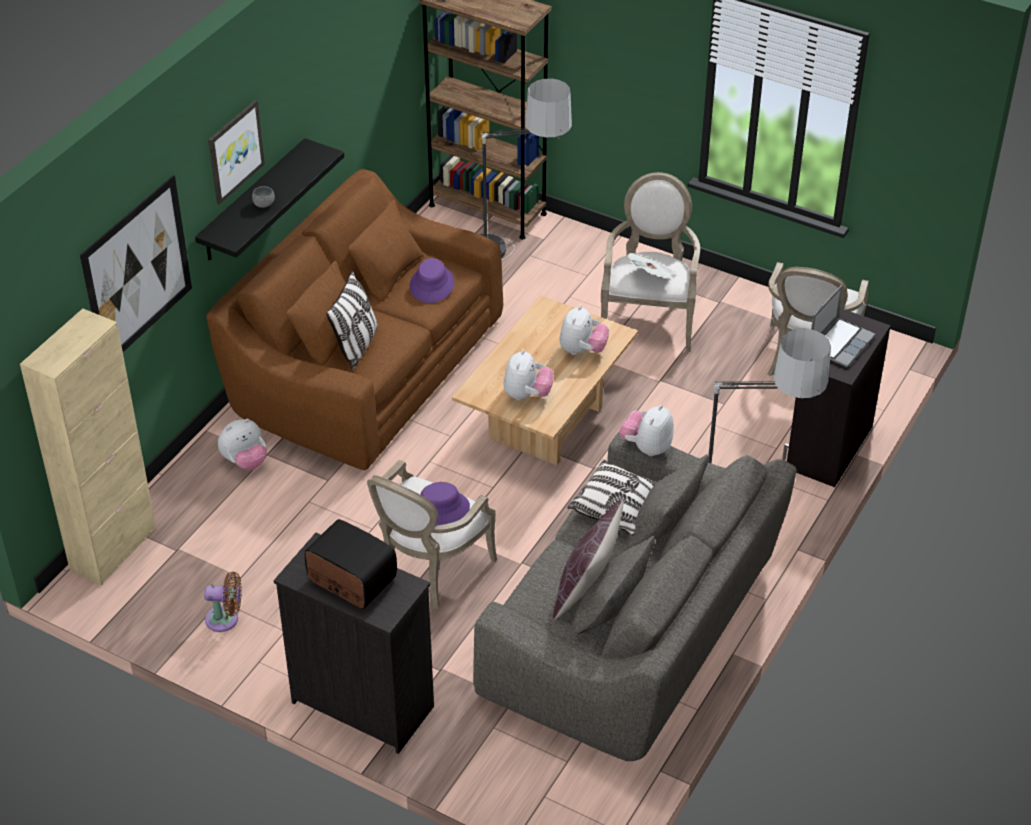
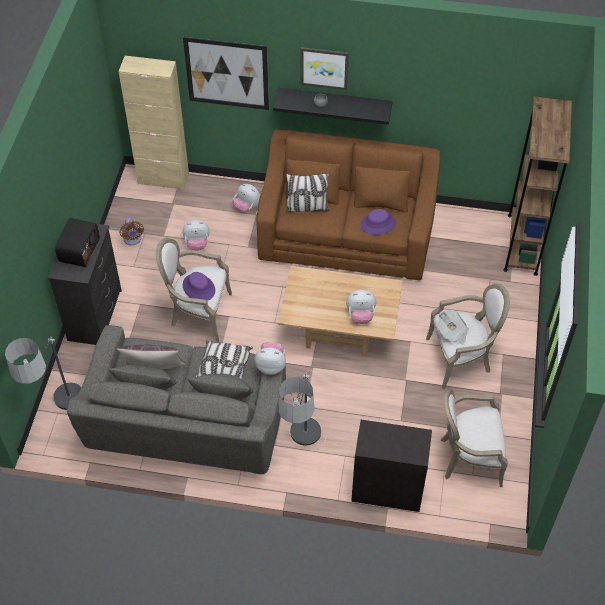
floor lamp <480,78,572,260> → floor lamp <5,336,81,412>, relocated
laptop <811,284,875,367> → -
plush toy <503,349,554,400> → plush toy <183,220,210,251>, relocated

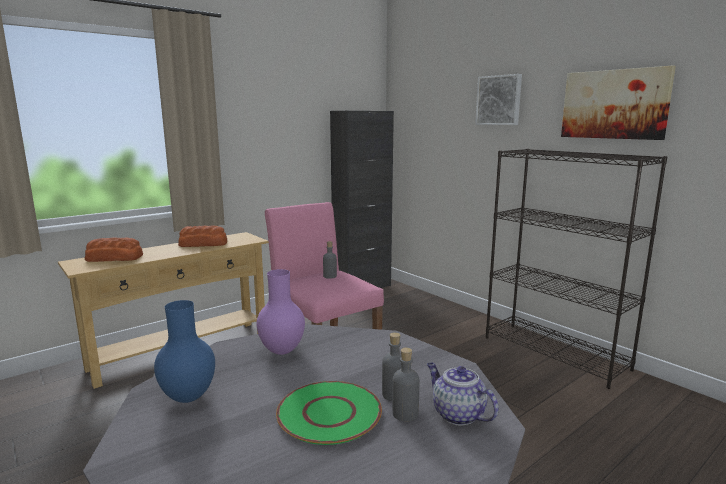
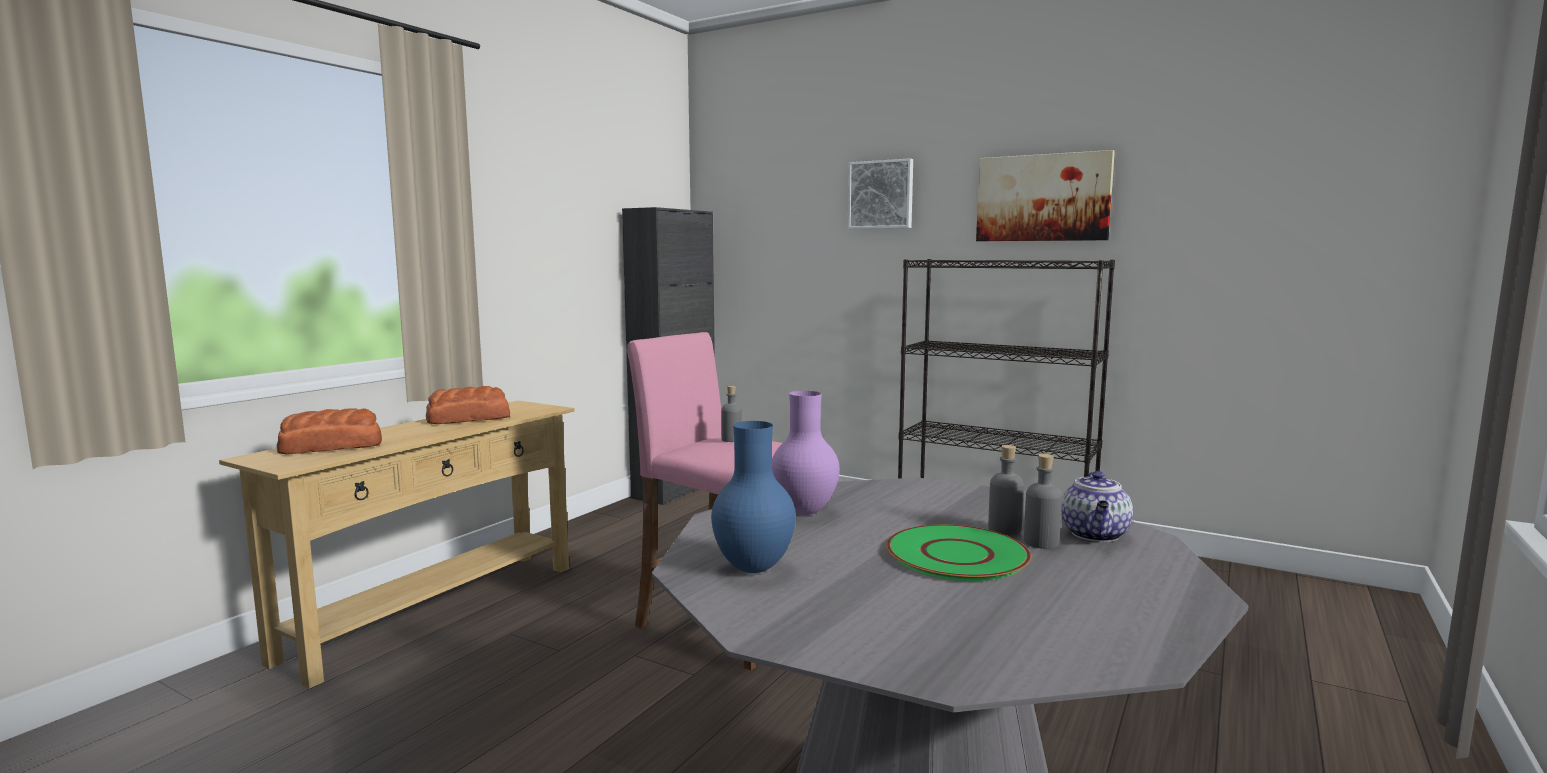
teapot <427,363,499,426> → teapot <1061,471,1133,542>, 105 degrees counterclockwise

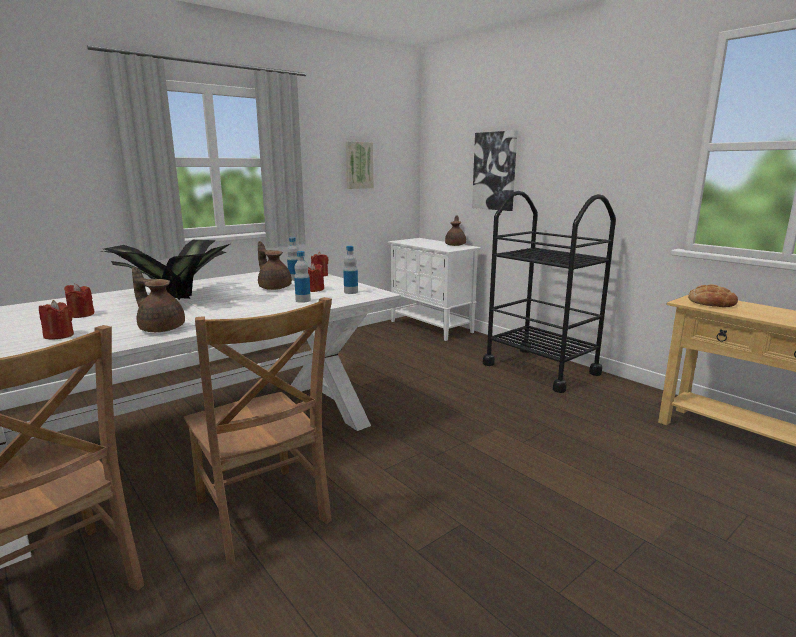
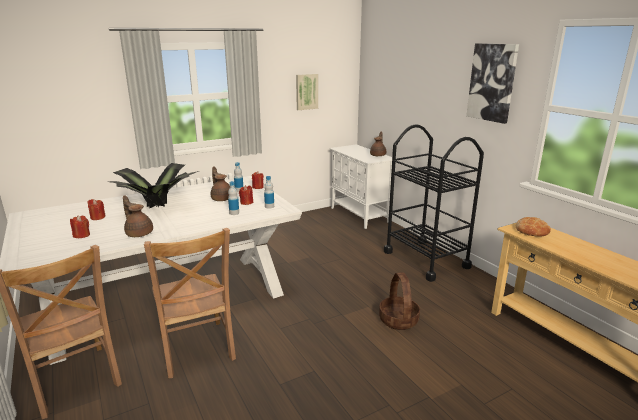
picture <472,130,518,211> → picture <466,43,519,124>, relocated
- → basket <379,272,420,330>

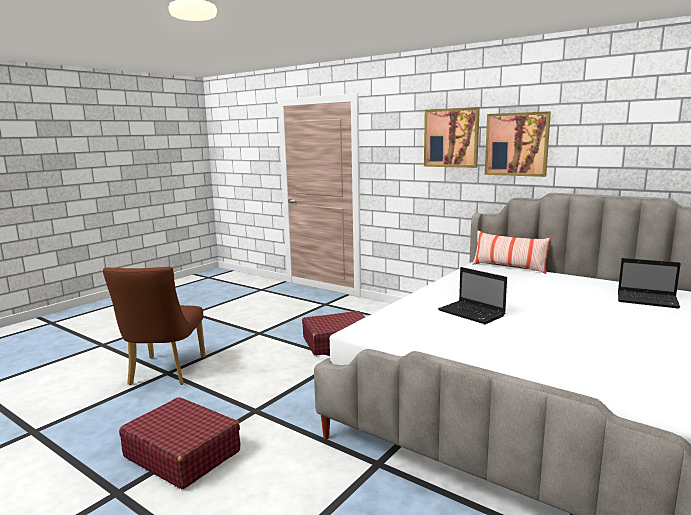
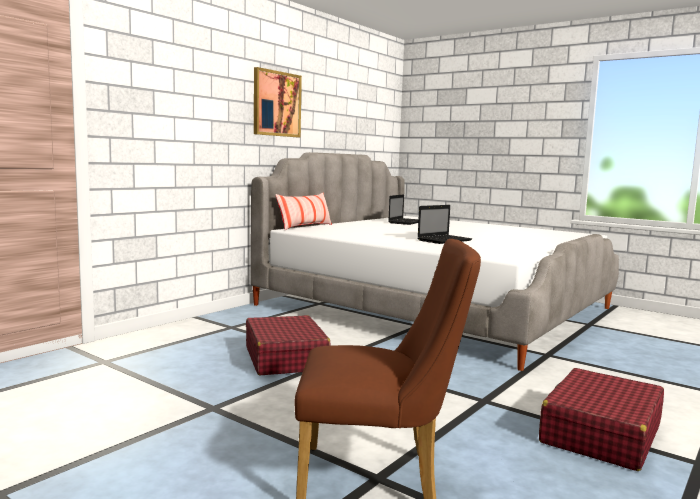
picture <424,107,480,168> → -

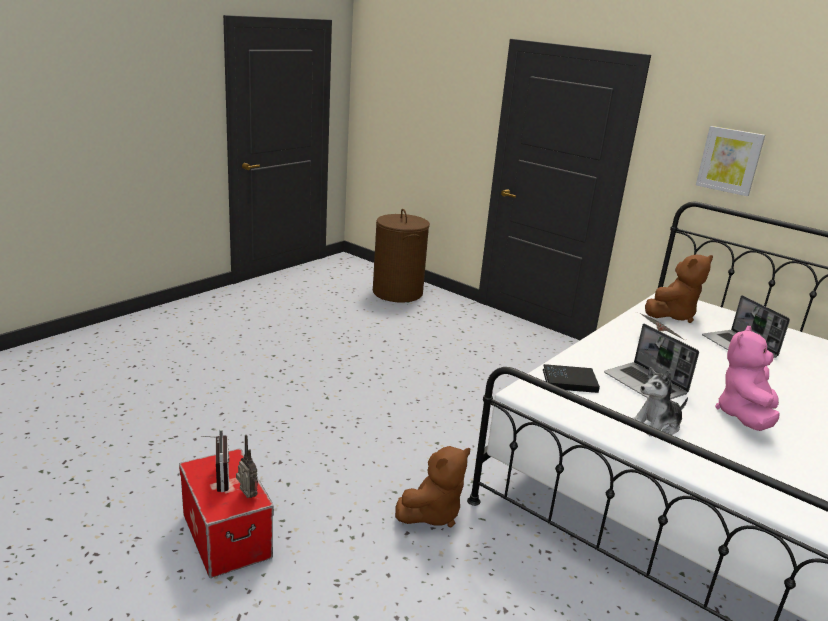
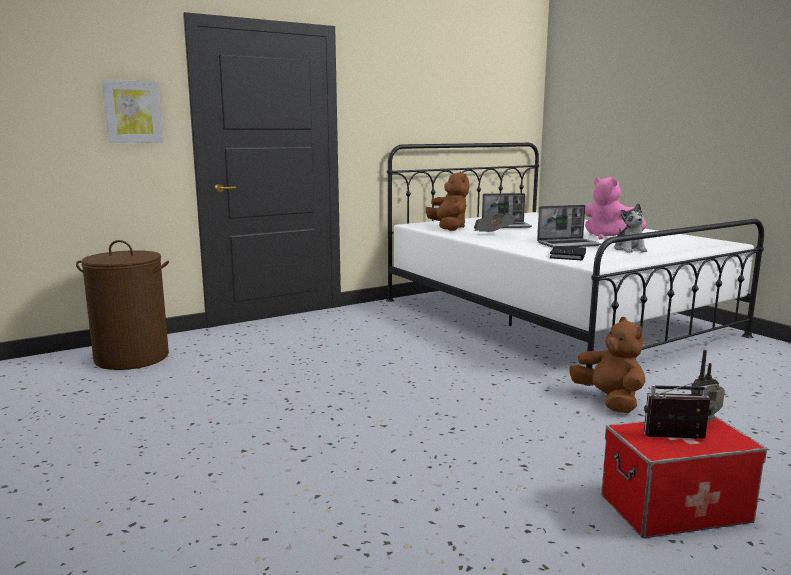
picture <696,126,765,196> → picture <102,80,163,143>, relocated

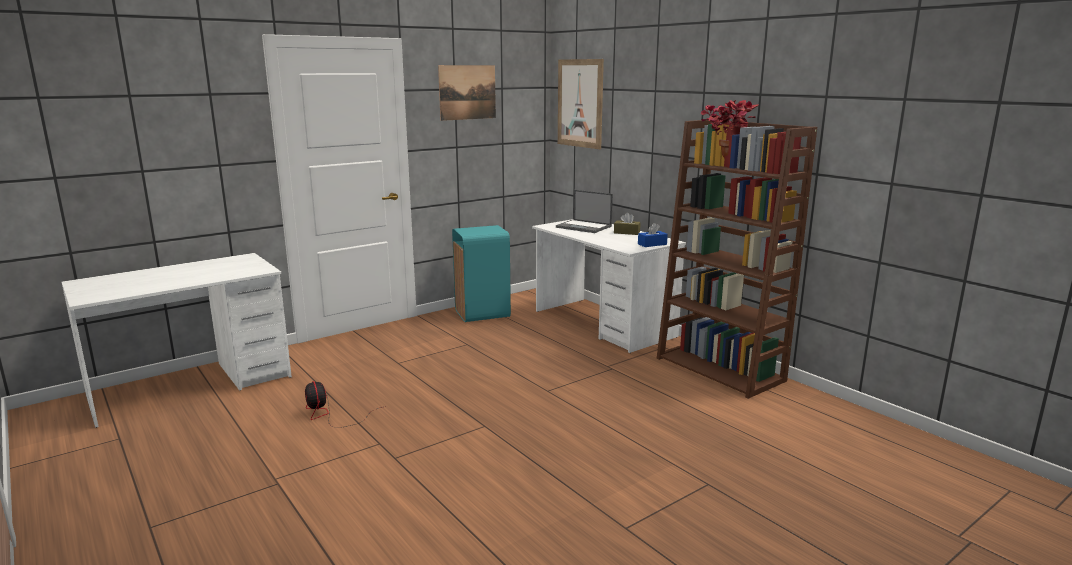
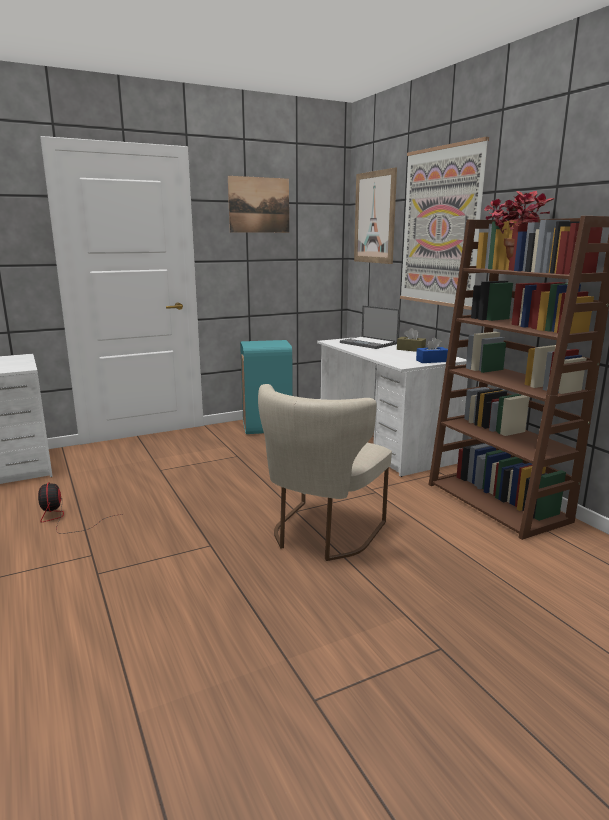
- → picture <400,137,489,310>
- → chair in beige <258,384,392,561>

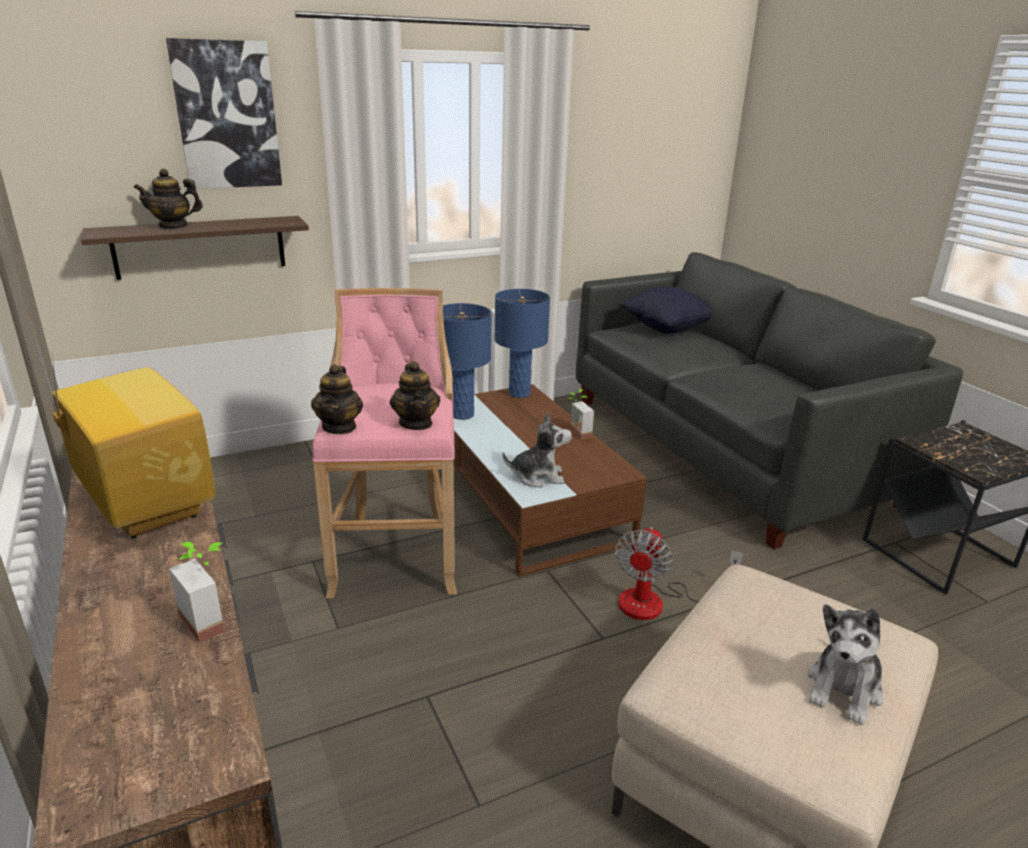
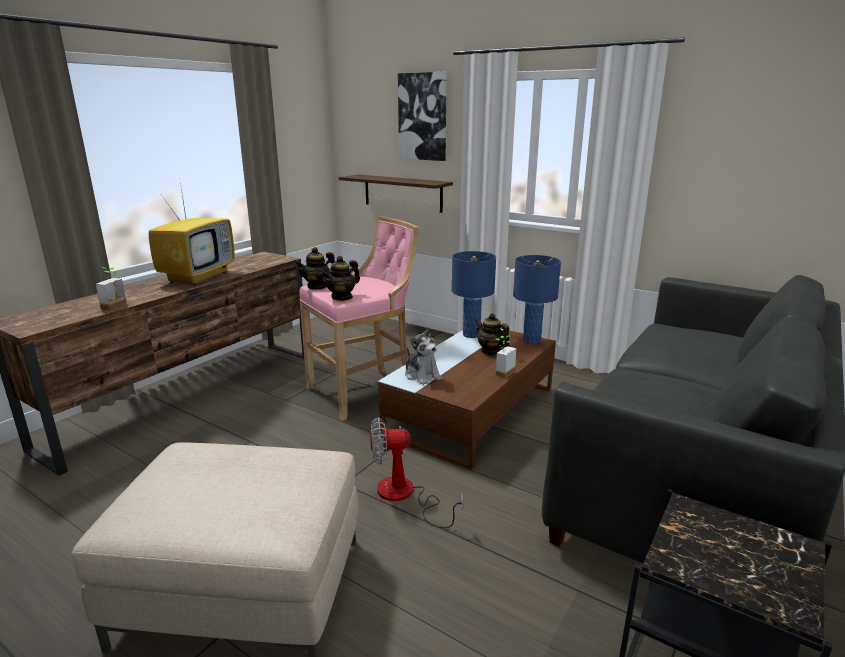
teapot <134,169,203,229> → teapot <475,313,510,355>, relocated
pillow in black <619,286,713,333> → -
plush toy <808,604,883,725> → -

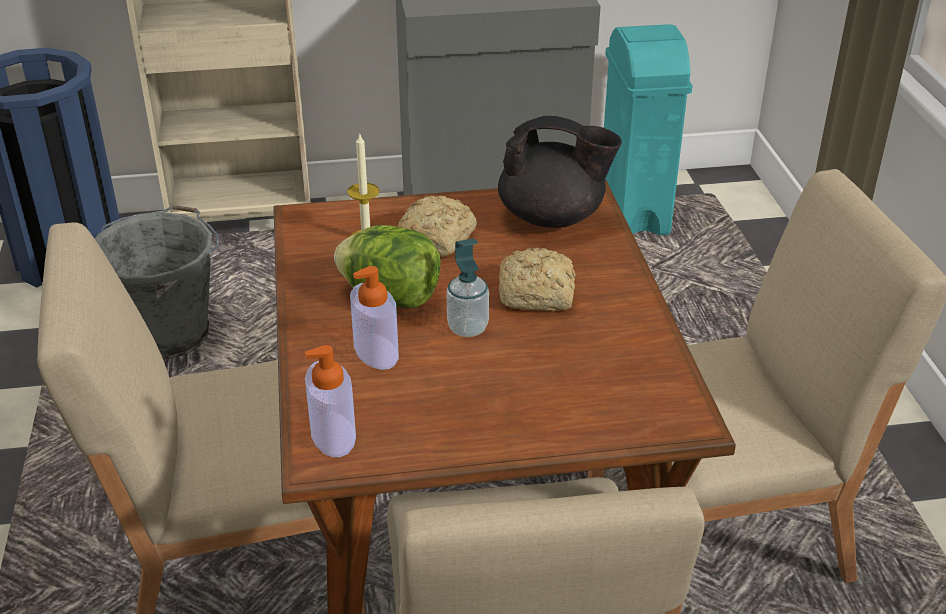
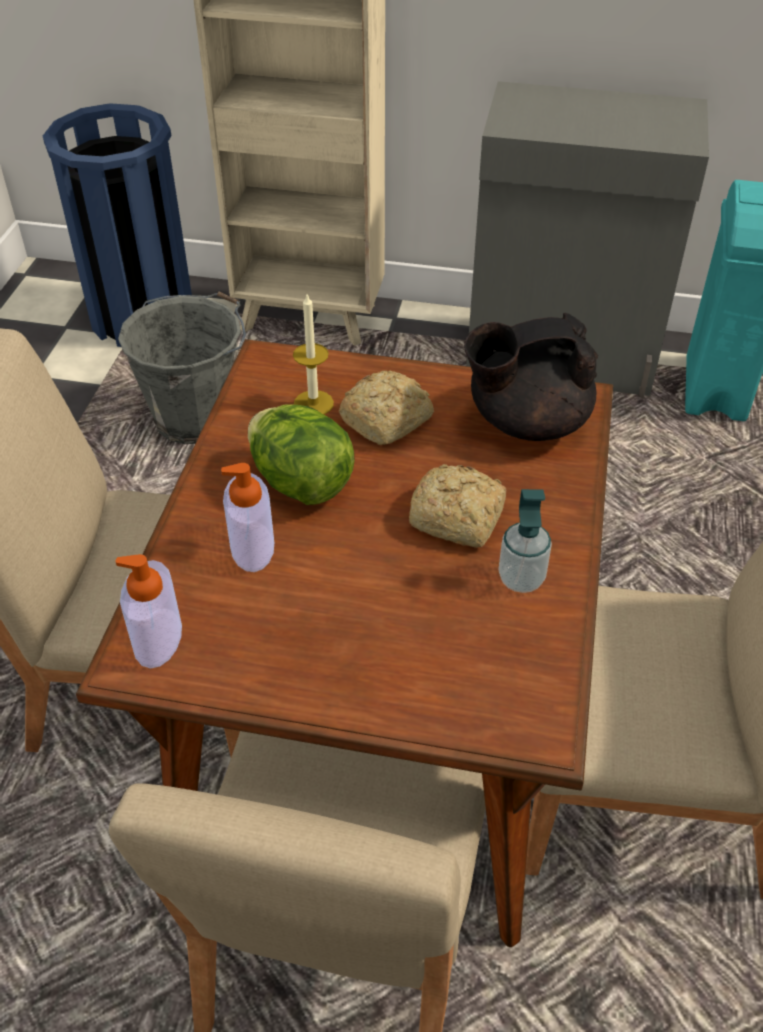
teapot in black <498,116,622,228> → teapot in black <464,313,598,441>, 135 degrees clockwise
soap dispenser <447,238,489,337> → soap dispenser <498,489,552,593>, relocated

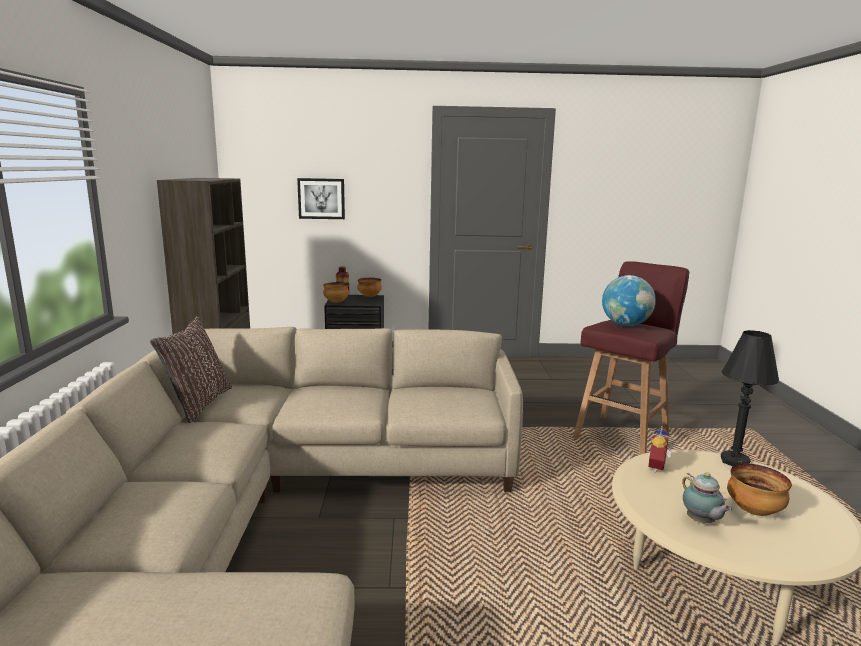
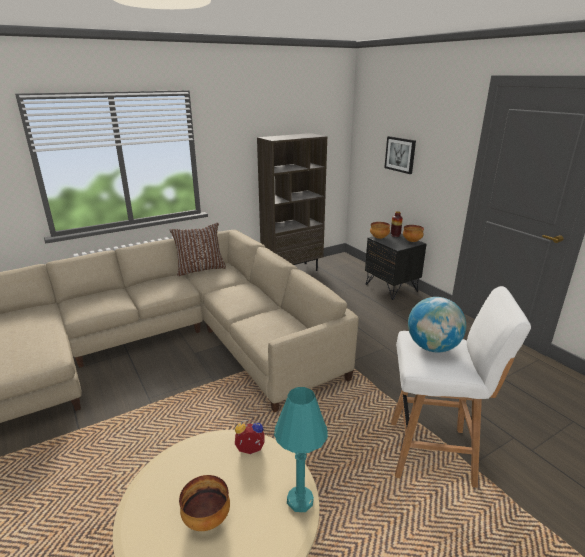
stool in red <573,261,690,455> → stool in white <391,286,531,488>
table lamp in black <721,330,779,466> → table lamp in turquoise <274,387,328,512>
teapot <682,472,732,524> → -

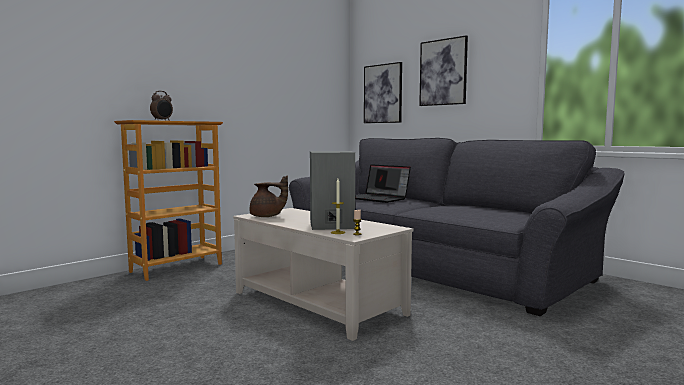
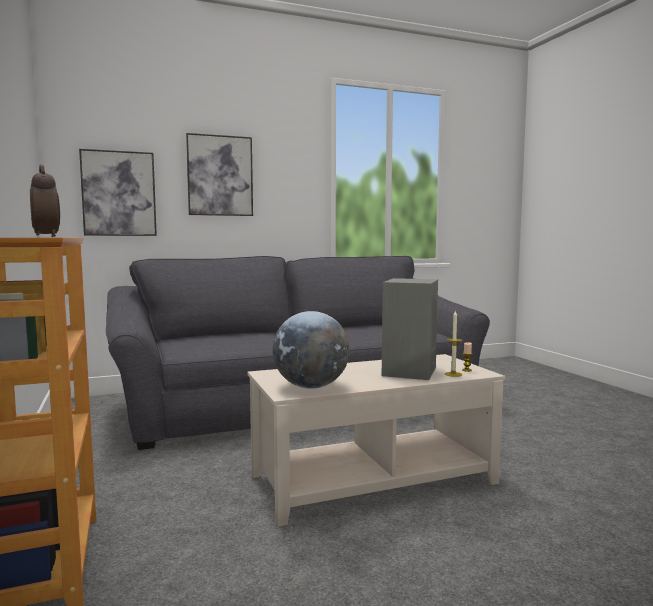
laptop <355,164,411,203> → -
teapot in brown <249,176,288,217> → globe <273,311,350,389>

